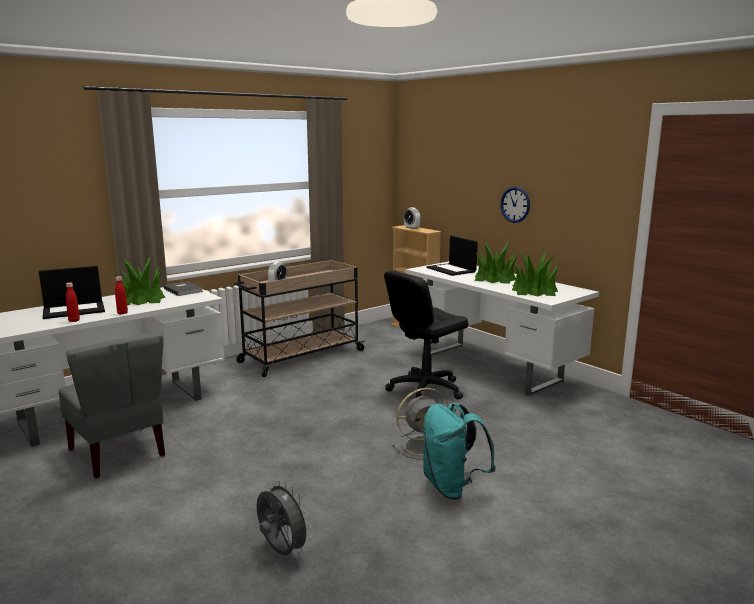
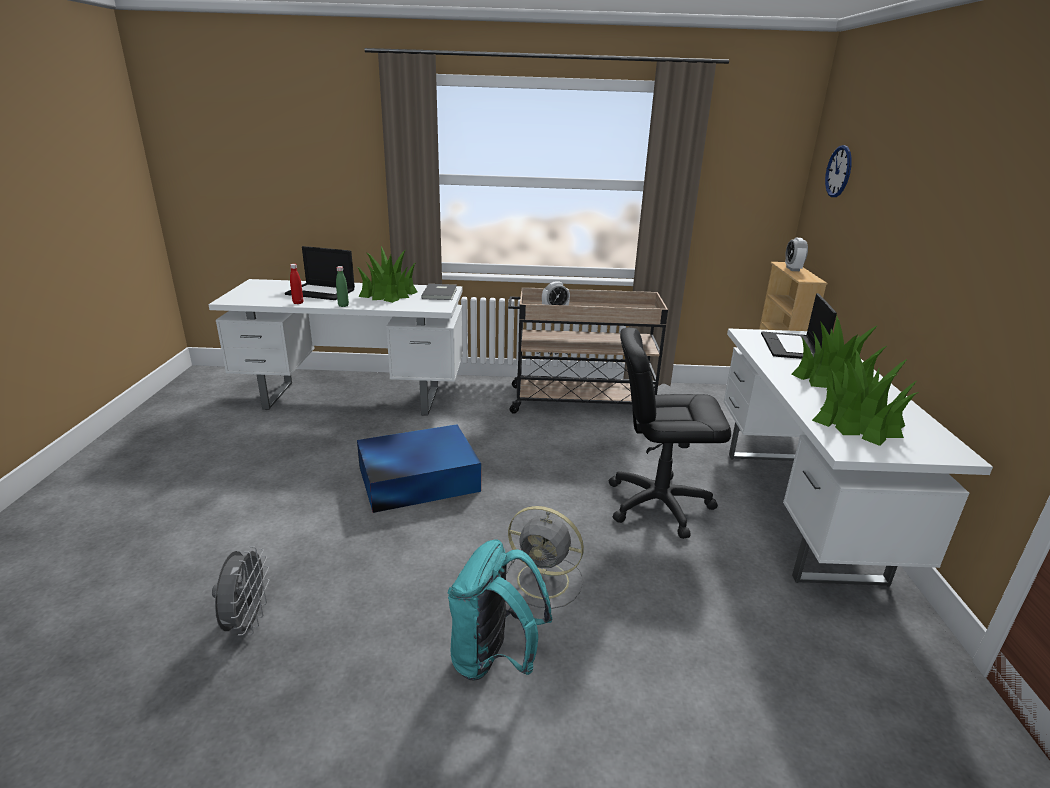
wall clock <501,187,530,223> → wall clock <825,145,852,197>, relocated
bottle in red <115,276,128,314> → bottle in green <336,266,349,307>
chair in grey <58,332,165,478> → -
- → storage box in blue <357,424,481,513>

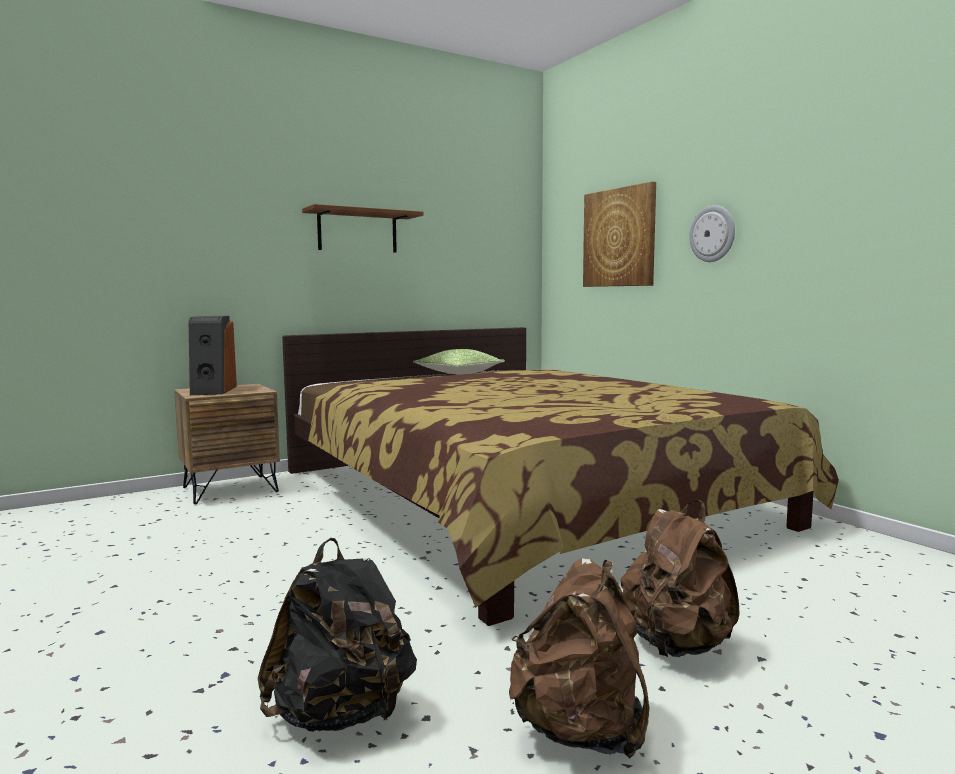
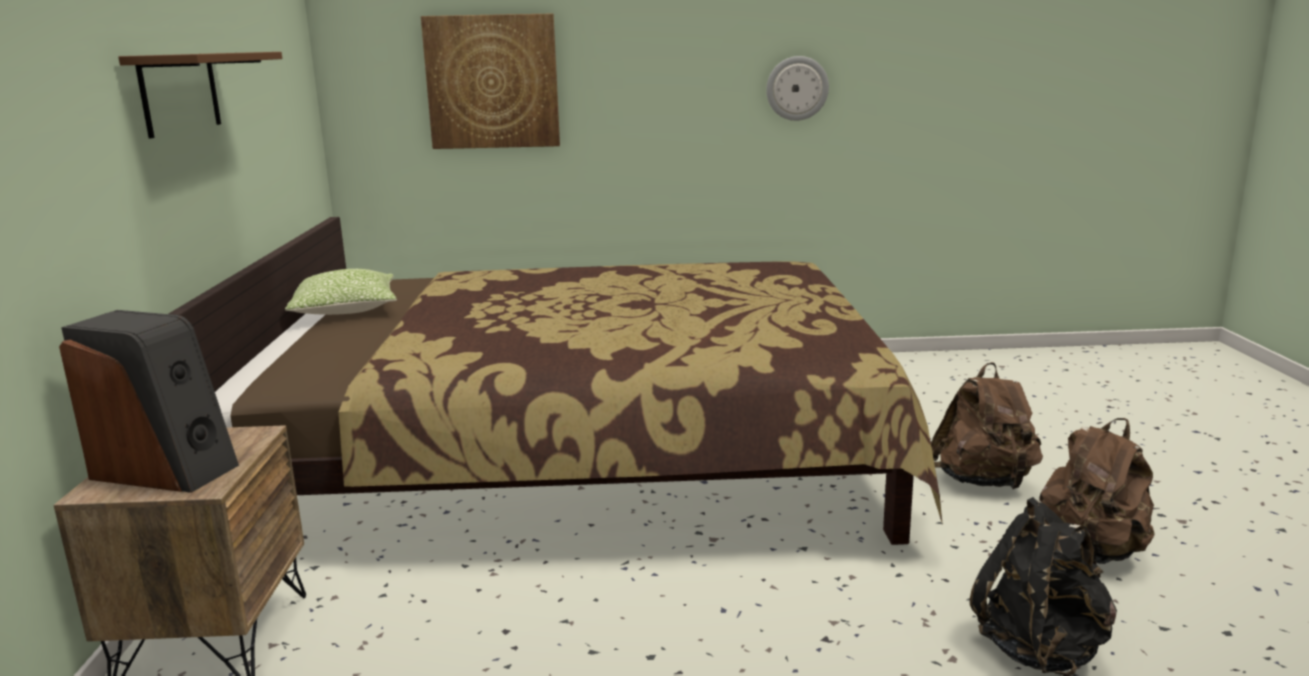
wall clock <689,205,735,262> → wall clock <766,56,829,121>, relocated

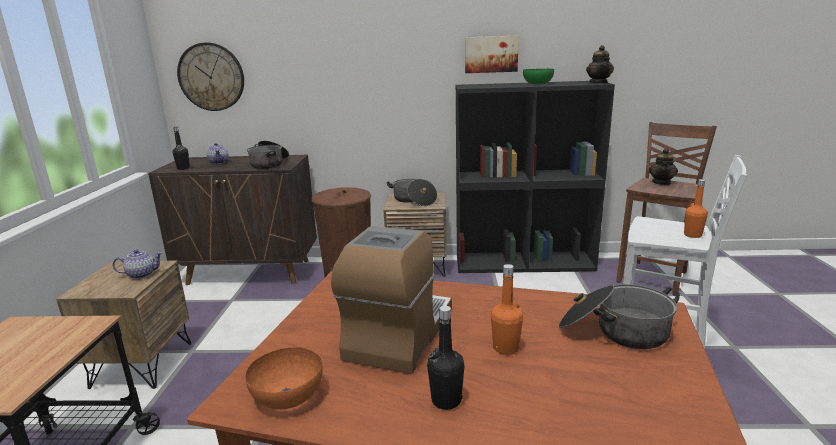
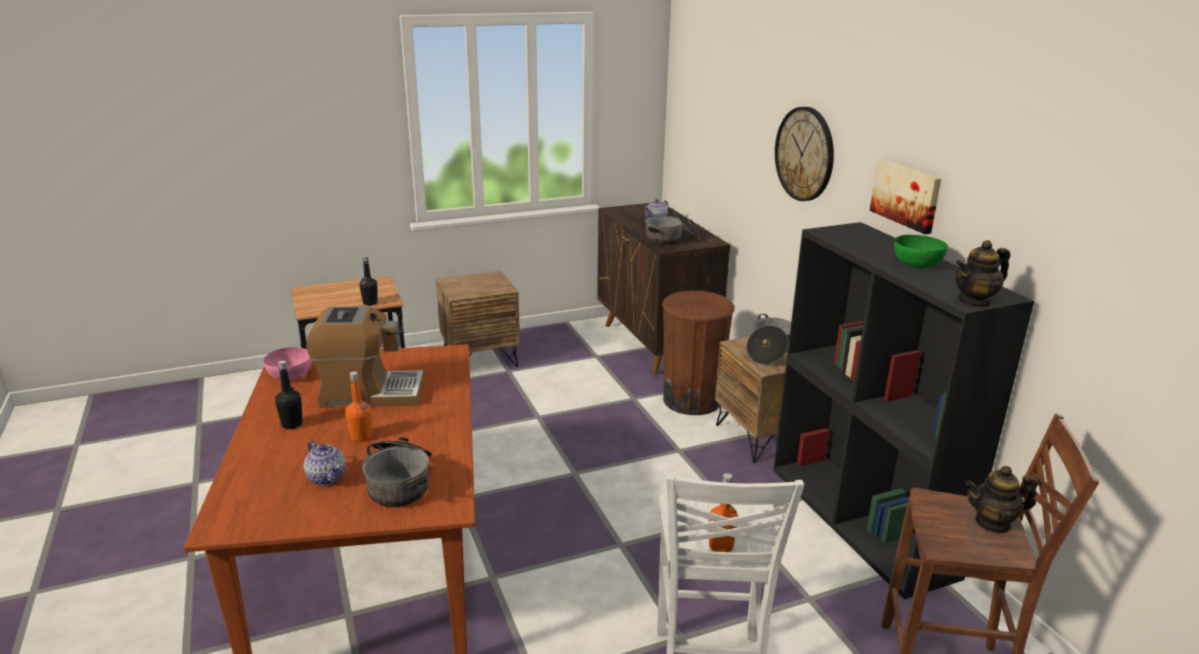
wall clock <177,43,244,111> → wall clock <775,107,834,201>, relocated
bottle in black <172,127,190,170> → bottle in black <359,256,378,306>, relocated
teapot <113,249,163,279> → teapot <303,441,346,486>, relocated
bowl in orange <245,347,323,410> → bowl in pink <263,347,312,380>

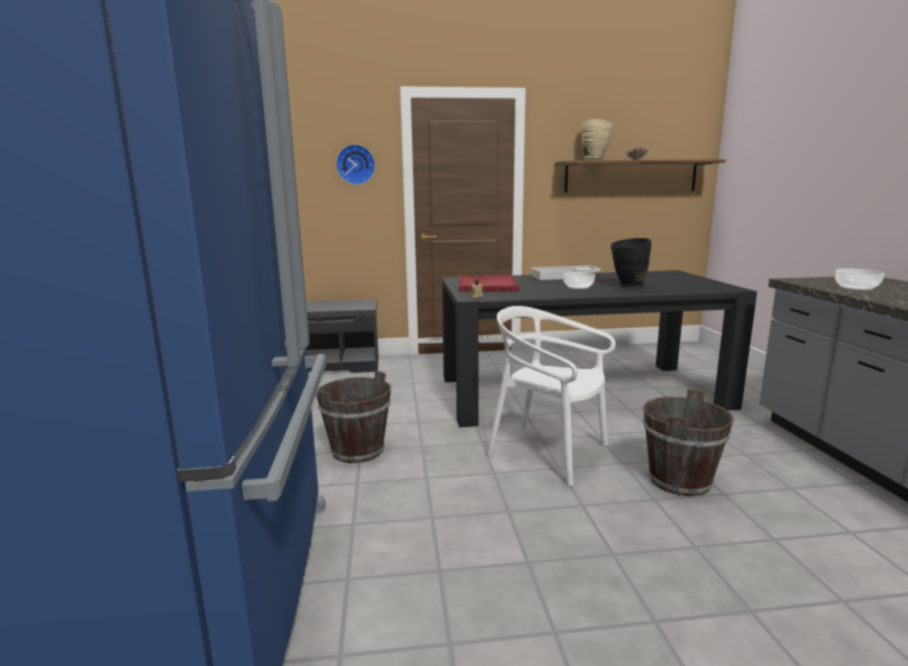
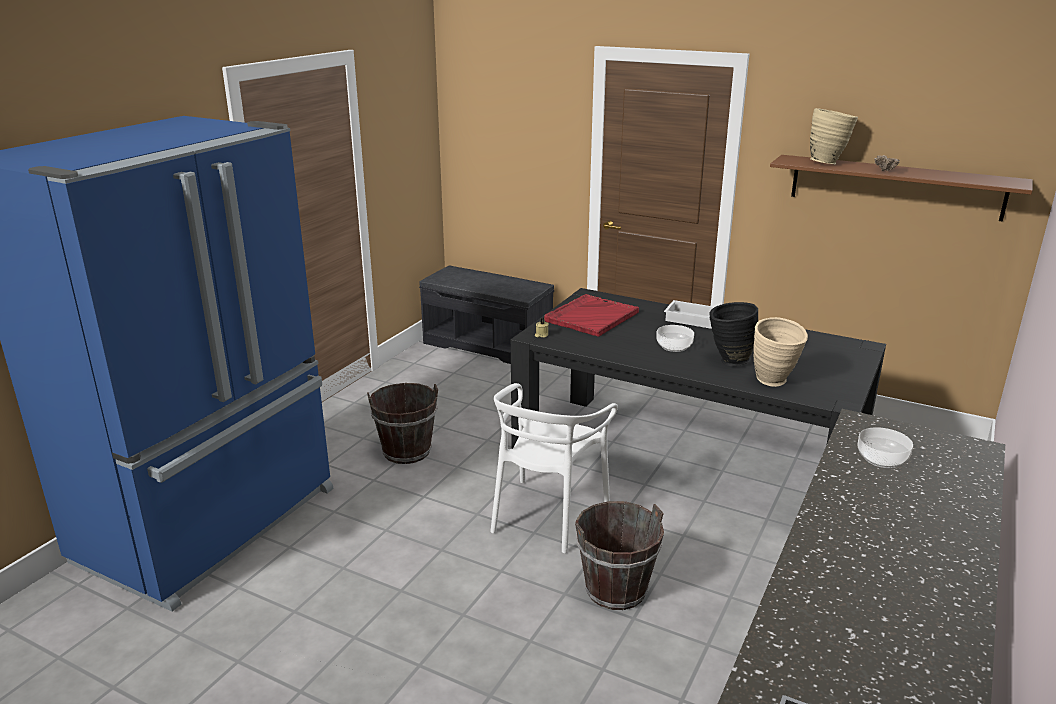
wall clock <336,144,375,185> → -
chair in white <487,306,616,486> → chair in white <490,383,618,553>, 135 degrees counterclockwise
- → vase in beige <753,317,808,387>

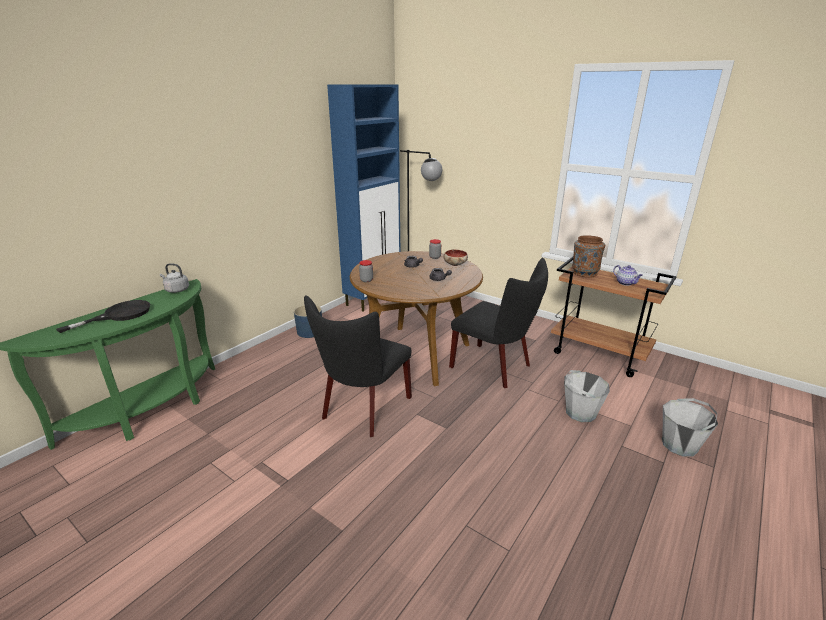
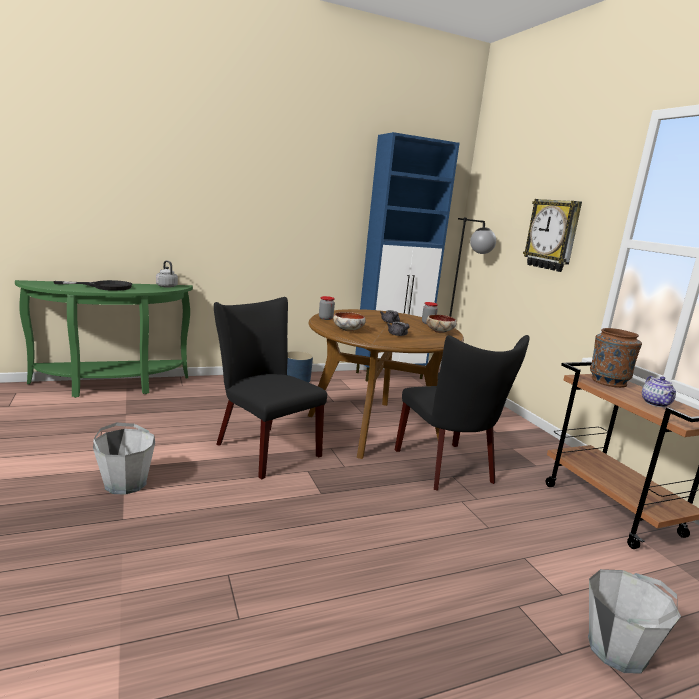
chair in black <304,295,412,437> → chair in black <214,297,327,480>, 75 degrees clockwise
bucket in grey <564,370,610,422> → bucket in grey <93,423,155,495>, relocated
- → wall clock <523,199,582,272>
- → bowl <333,312,366,331>

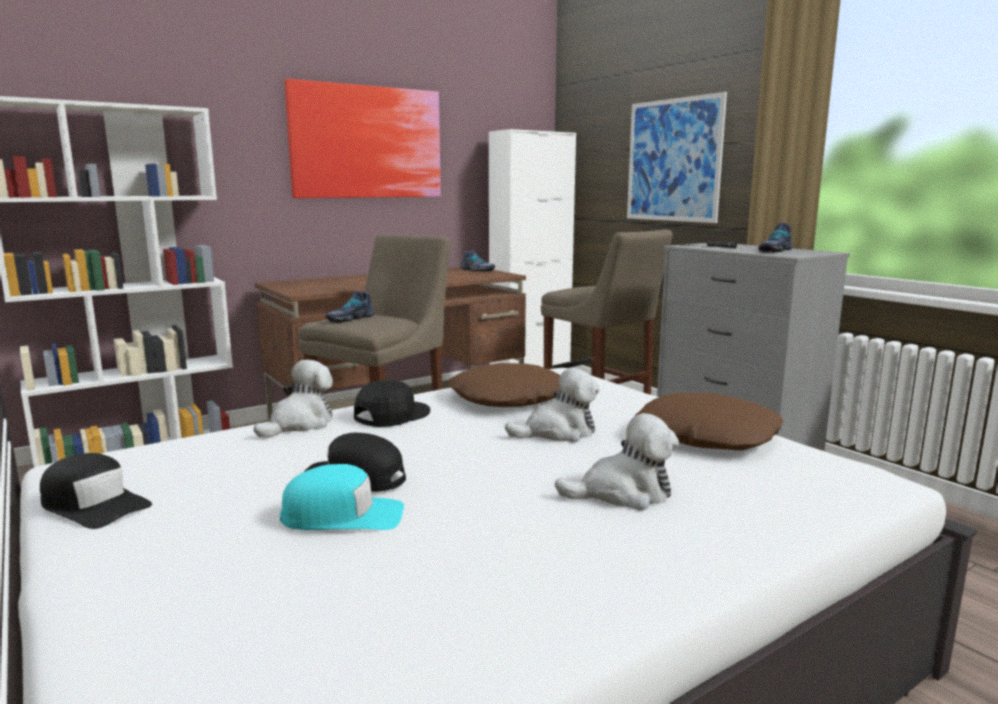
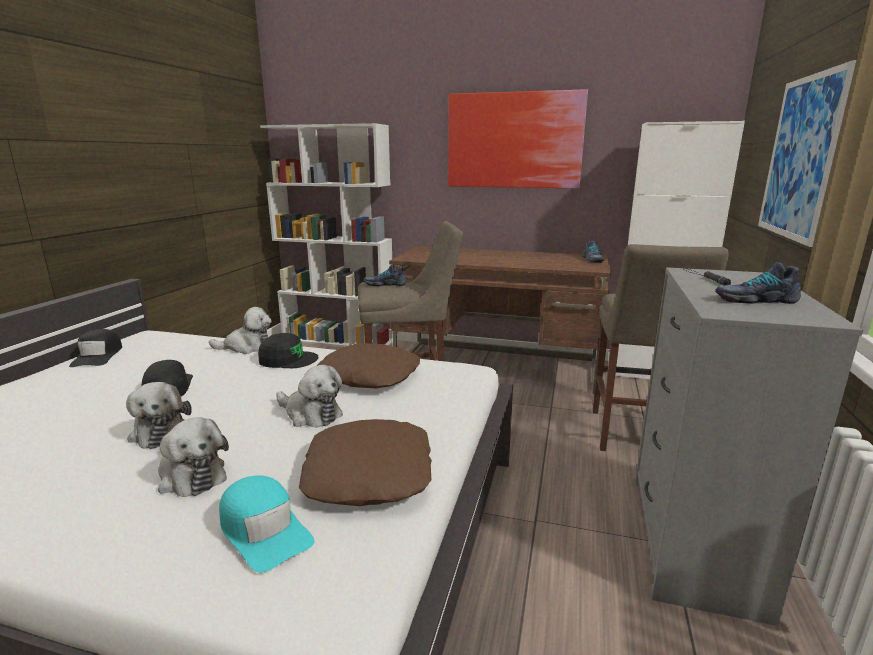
cap in turquoise <280,464,404,530> → cap in turquoise <219,475,314,573>, relocated
- → plush toy <126,382,192,449>

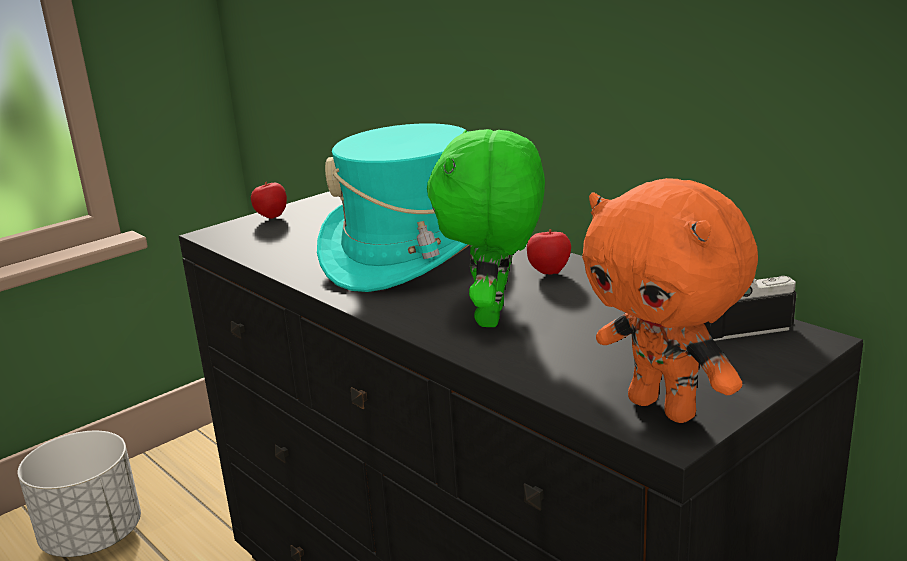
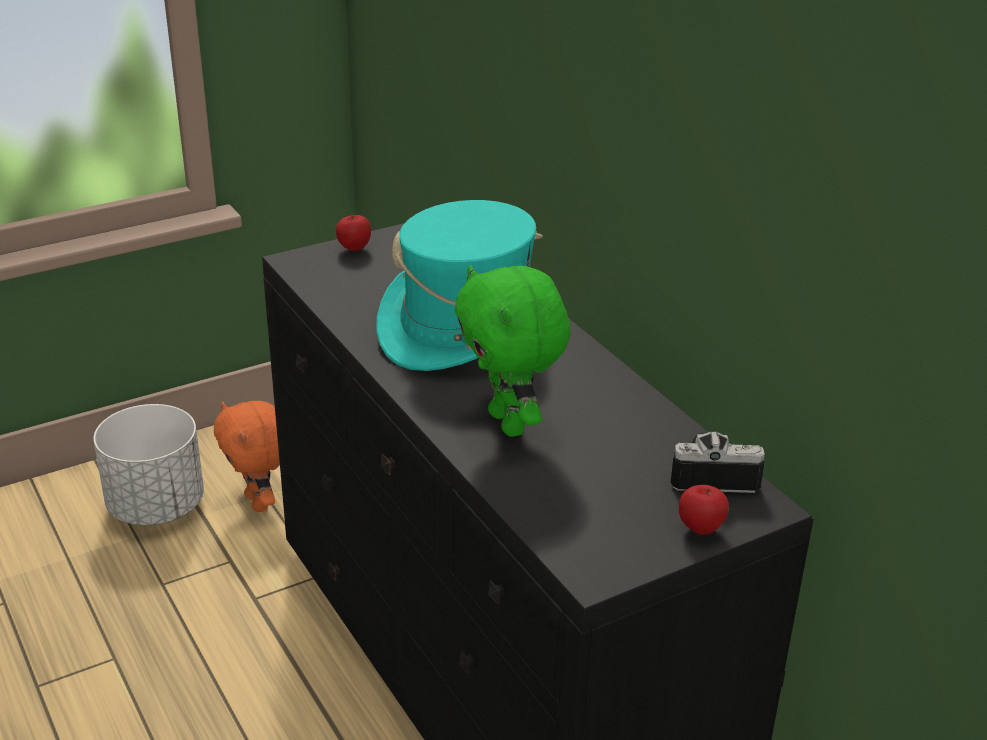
plush toy in green <427,129,545,327> → plush toy in green <455,265,571,437>, 45 degrees counterclockwise
plush toy in orange <582,178,758,423> → plush toy in orange <214,401,280,512>, relocated
apple <527,229,571,275> → apple <679,485,729,535>, relocated

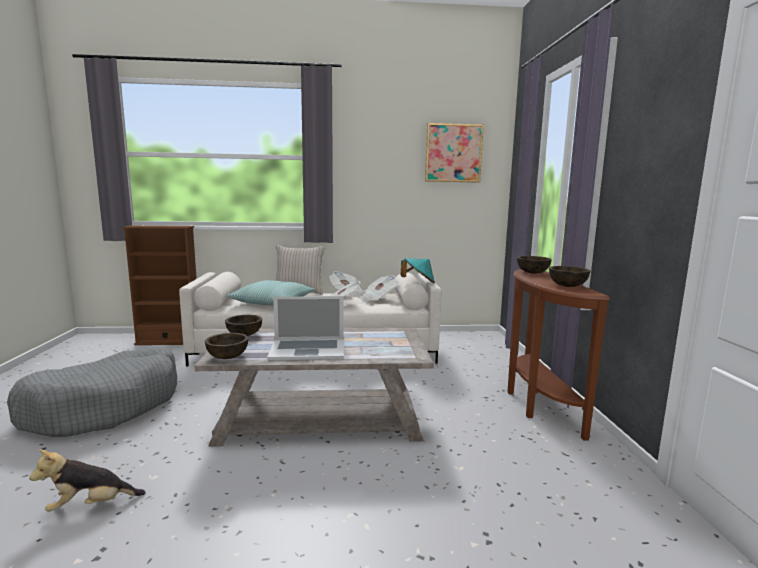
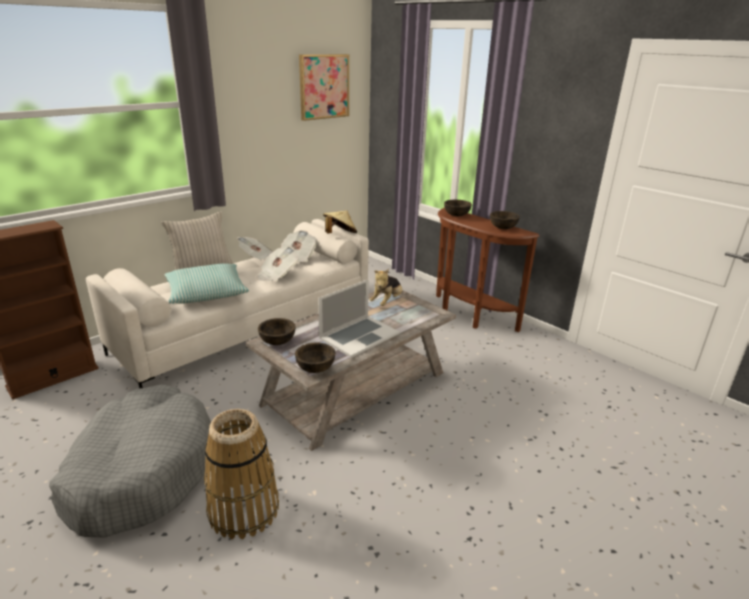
hat in turquoise <401,258,435,283> → hat in beige <323,210,357,234>
plush toy <29,450,146,512> → plush toy <369,269,402,306>, relocated
- → basket <204,409,279,539>

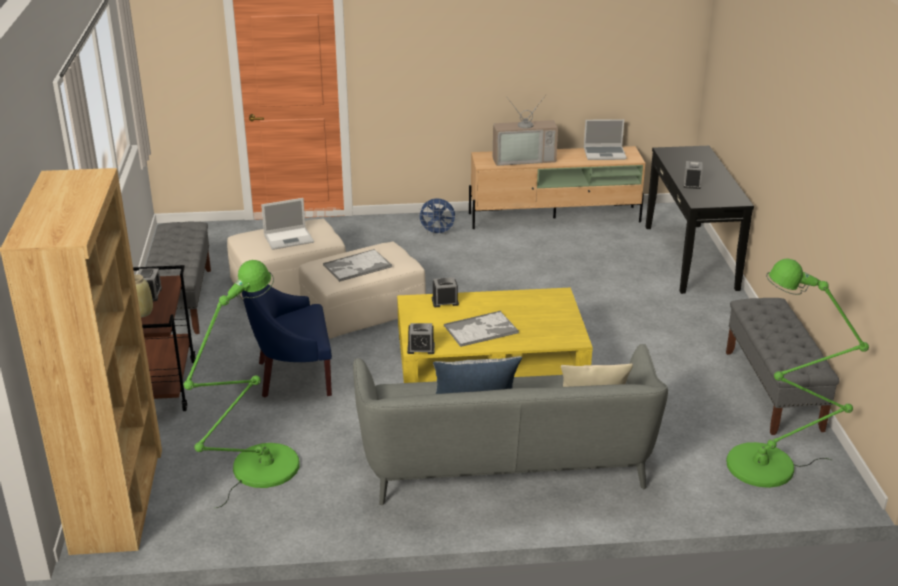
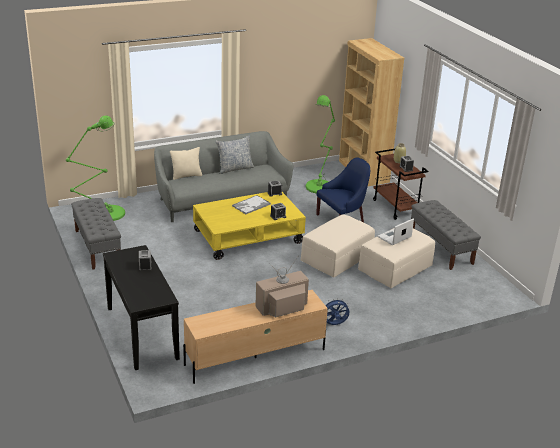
laptop <584,119,627,160> → -
tray <323,249,392,282> → -

